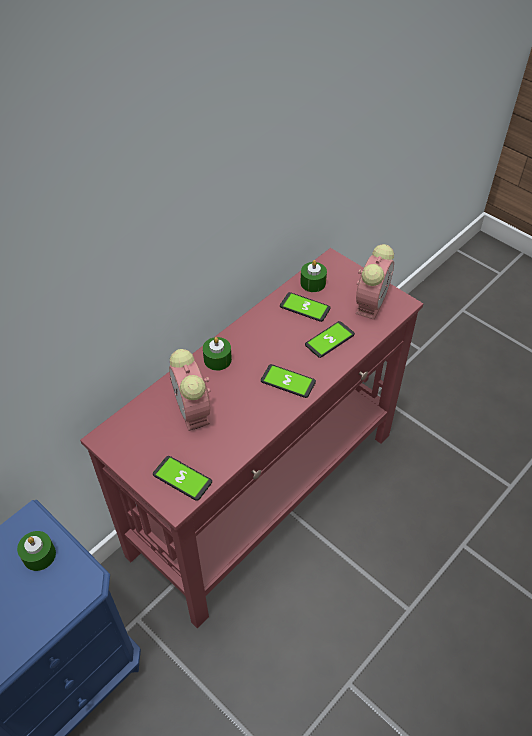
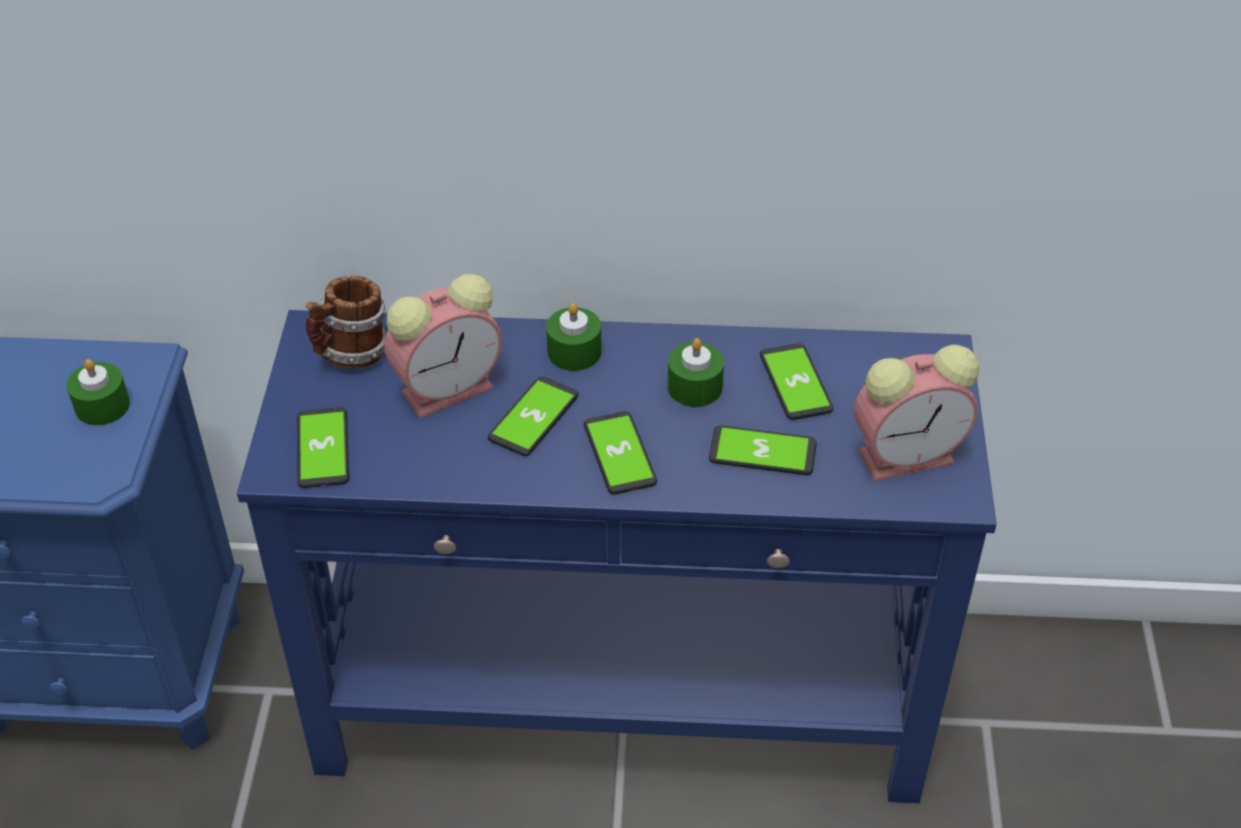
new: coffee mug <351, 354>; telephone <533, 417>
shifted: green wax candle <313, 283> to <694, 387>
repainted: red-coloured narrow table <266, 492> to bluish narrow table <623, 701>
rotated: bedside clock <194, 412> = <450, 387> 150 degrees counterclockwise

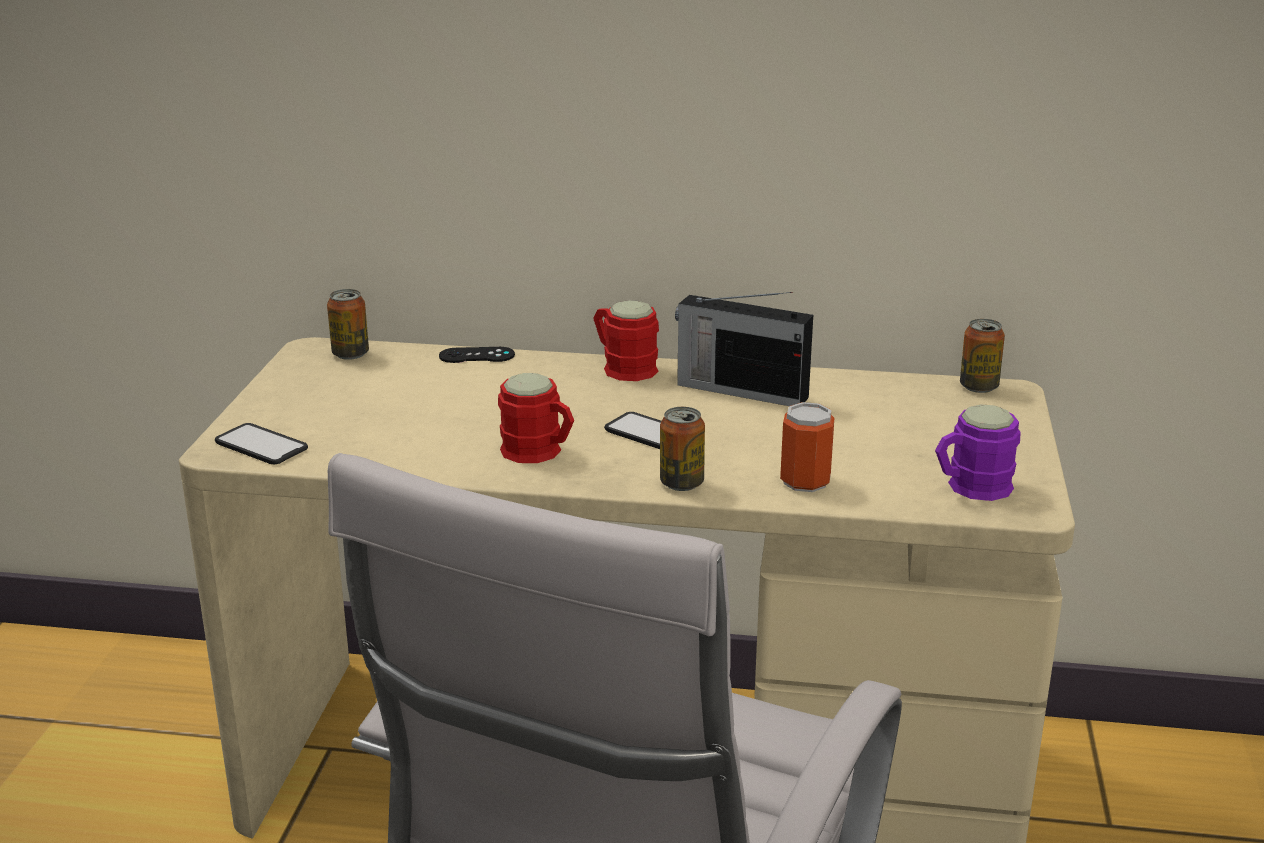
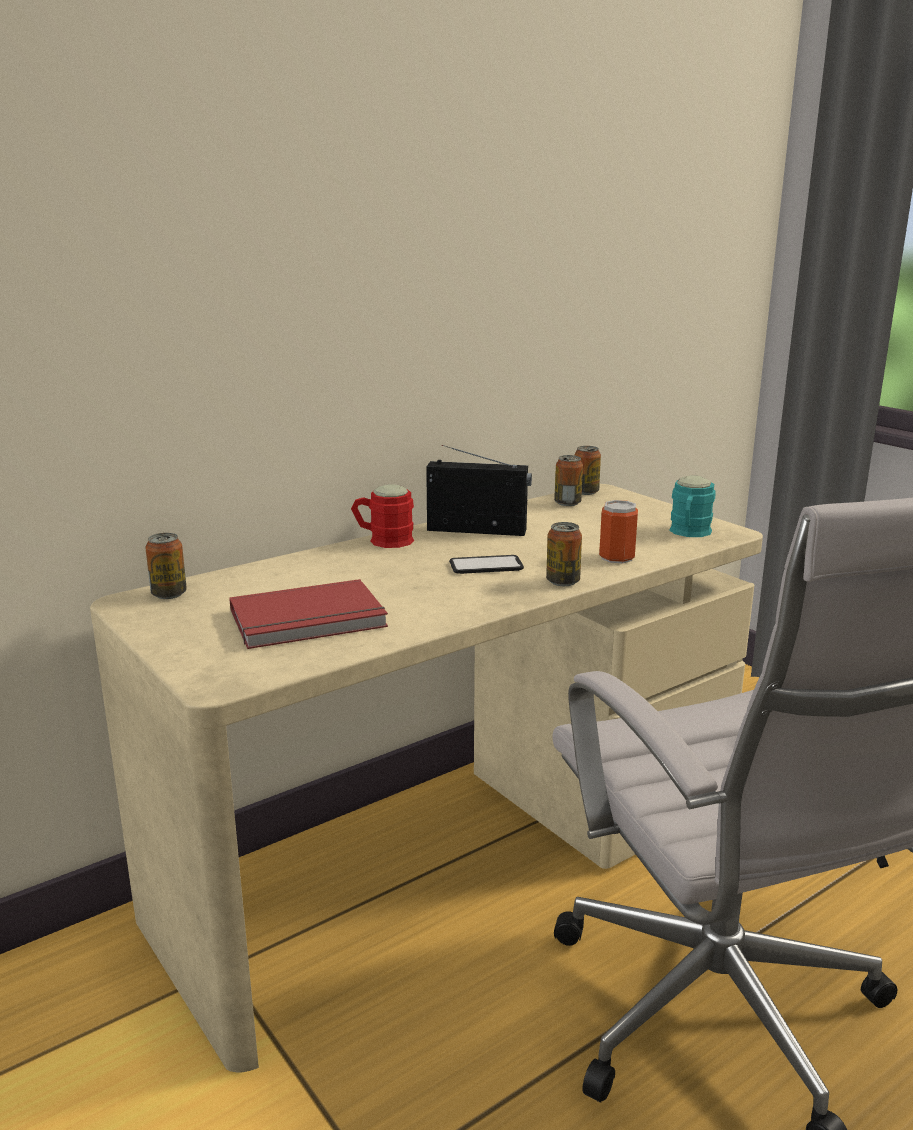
gone: black joypad <476, 355>; red-coloured coffee mug <540, 453>; telephone <261, 445>
new: metal can <567, 503>; red-coloured bound book <309, 620>
repainted: purplish coffee mug <970, 487> to turquoise coffee mug <689, 533>
rotated: radio <740, 390> = <478, 530> 150 degrees counterclockwise

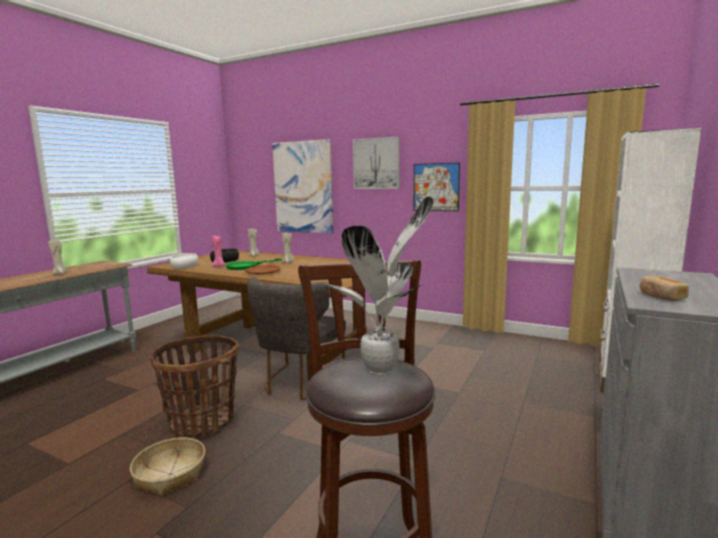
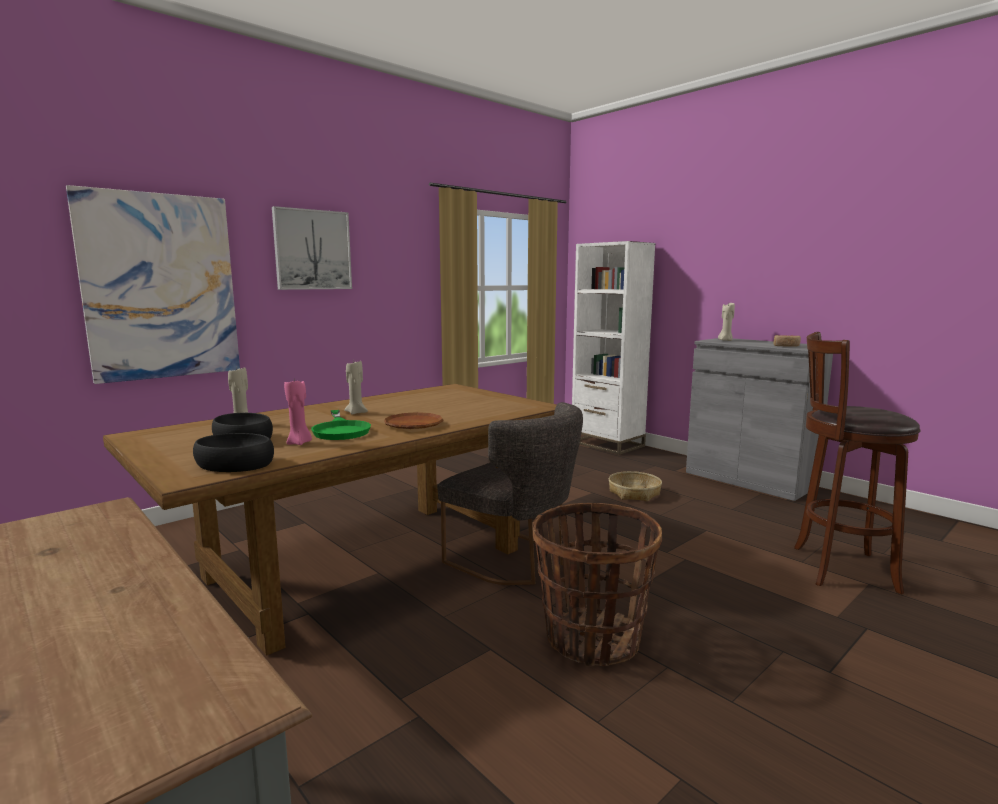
gone: wall picture <436, 187>; potted plant <383, 369>
shifted: sand-coloured wax candle <60, 273> to <725, 340>; basket <170, 474> to <634, 493>
repainted: whitish bowl <184, 266> to black bowl <234, 464>

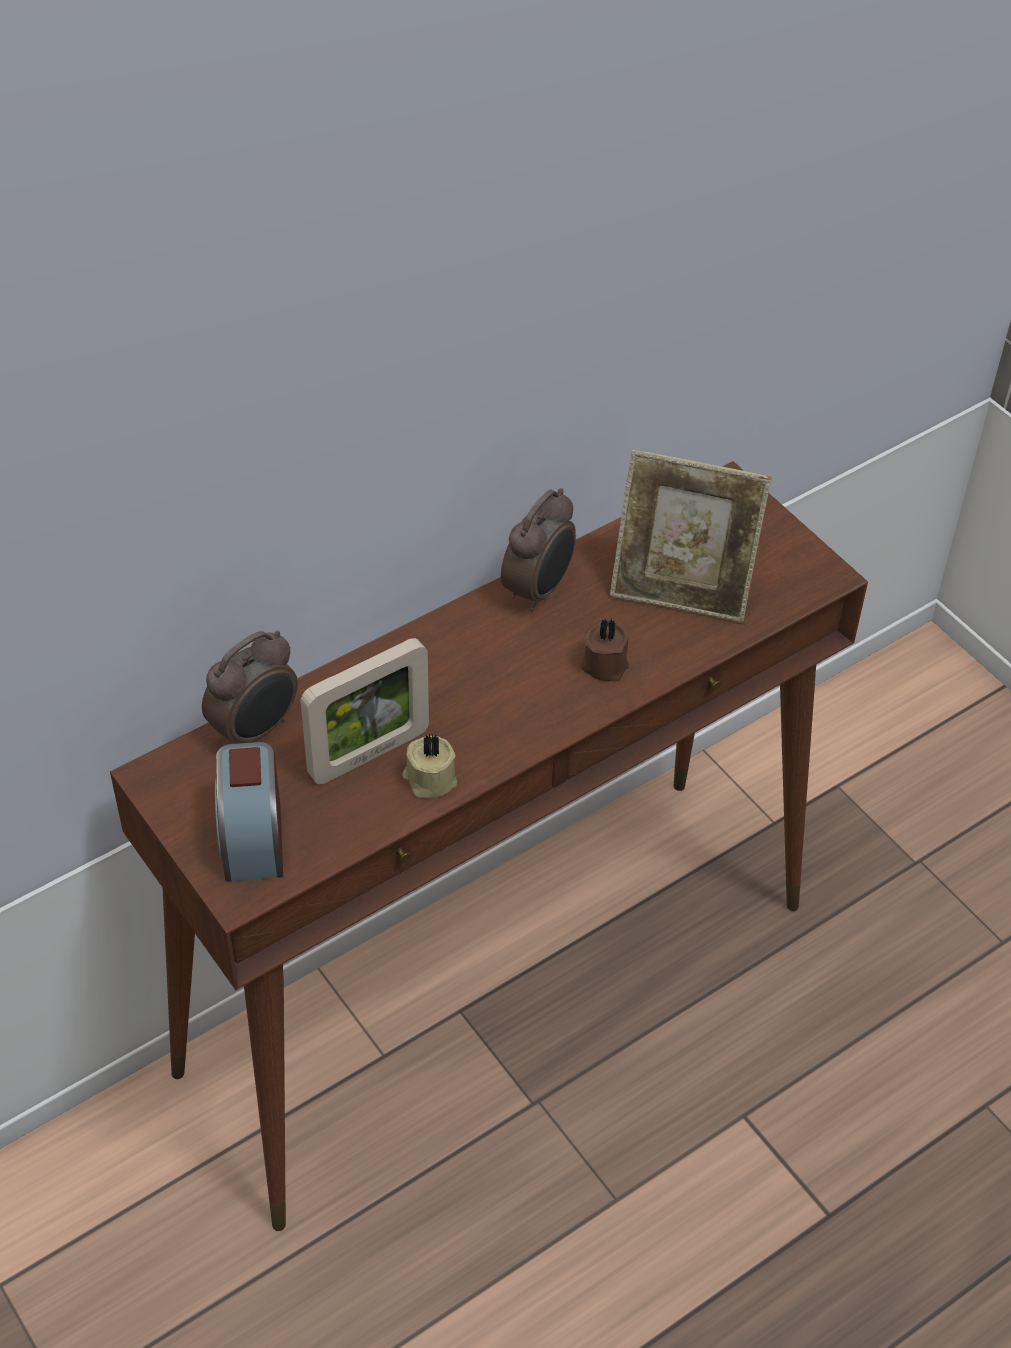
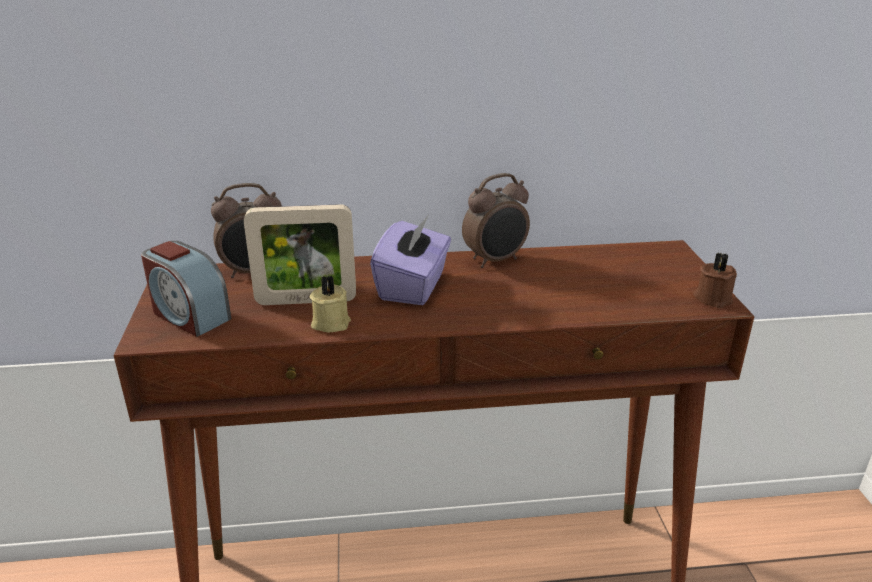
gone: photo frame <681, 591>
new: purplish tissue holder <413, 286>
shifted: brown-coloured wax candle <604, 663> to <713, 298>
rotated: bedside clock <252, 837> = <189, 315> 75 degrees counterclockwise

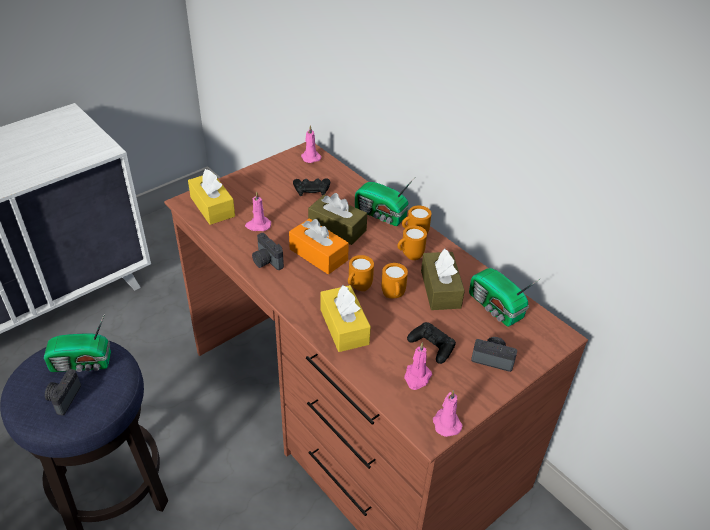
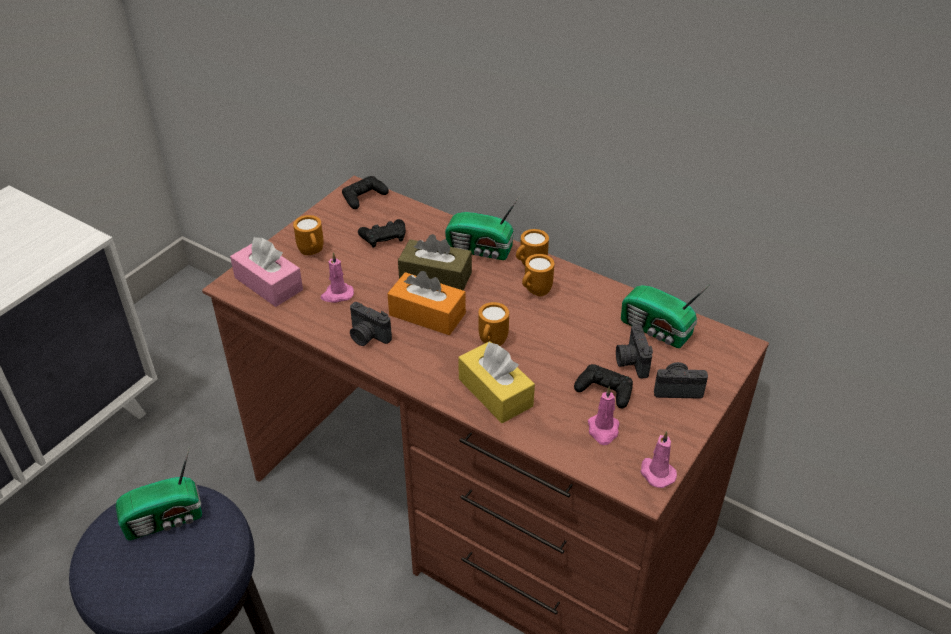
gone: brown-coloured tissue holder <440, 289>
shifted: orange coffee mug <393, 296> to <312, 253>; photo camera <63, 398> to <631, 362>
swapped: pinkish wax candle <310, 157> to black joypad <364, 197>
repainted: yellow-coloured tissue holder <212, 207> to pinkish tissue holder <268, 284>

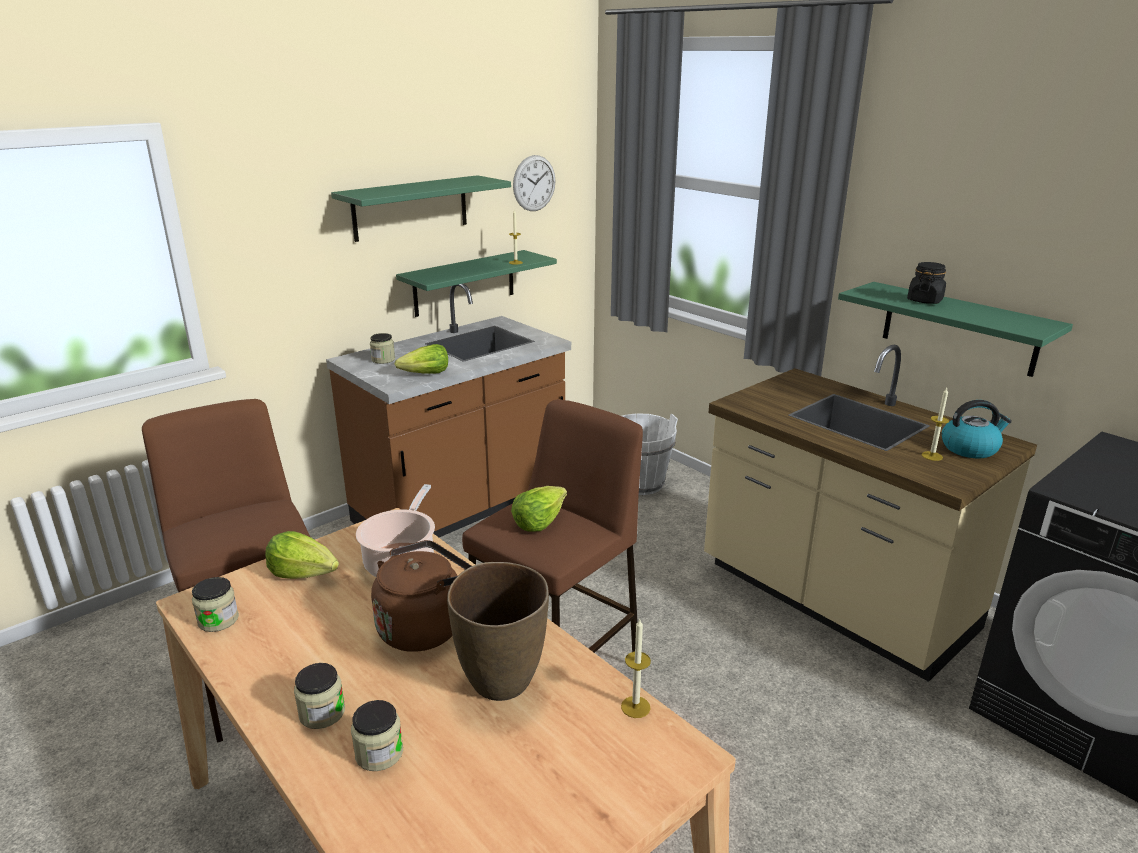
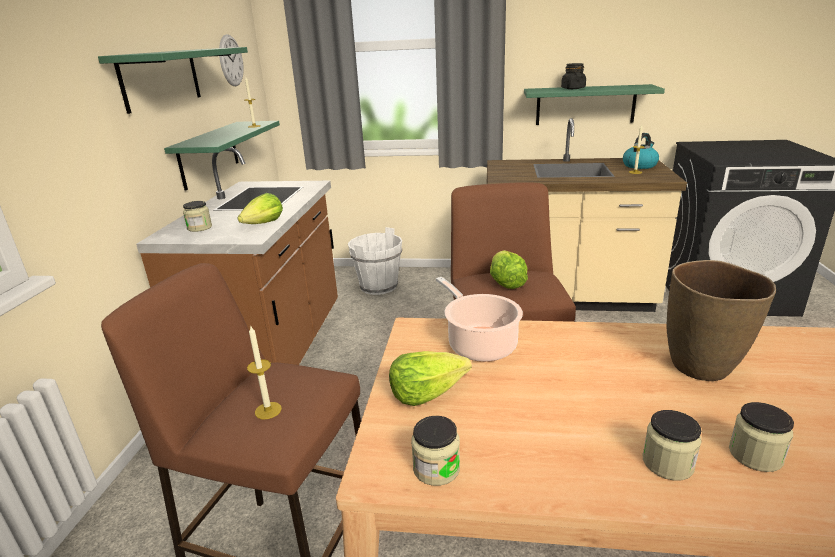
gone: brown-coloured tea kettle <424, 626>
shifted: wax candle <635, 707> to <268, 410>

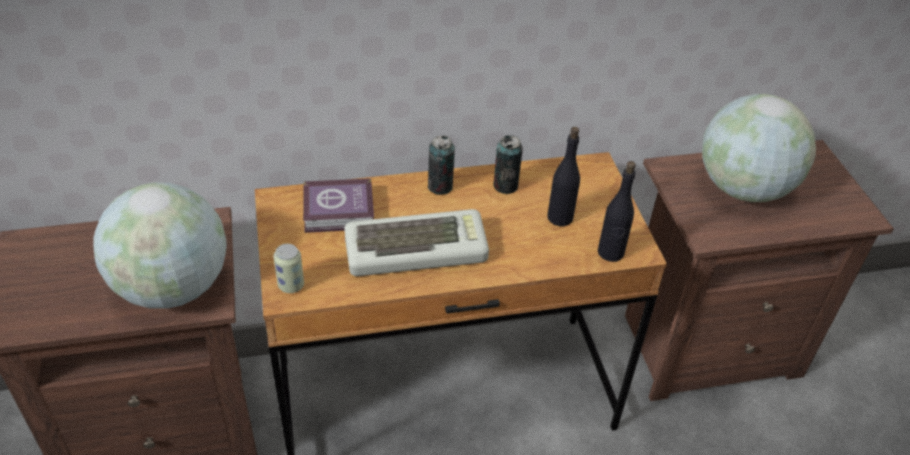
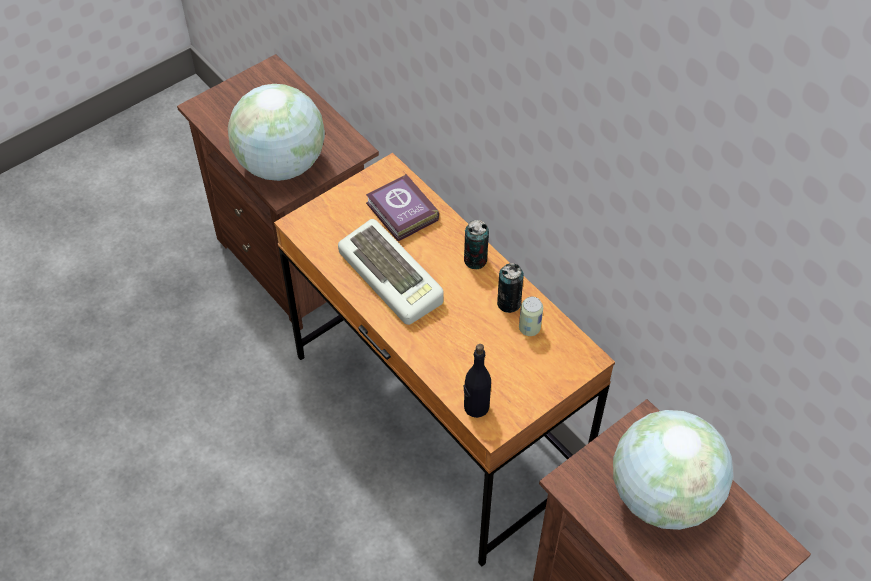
gone: black bottle <560, 217>
shifted: metal can <291, 285> to <529, 328>

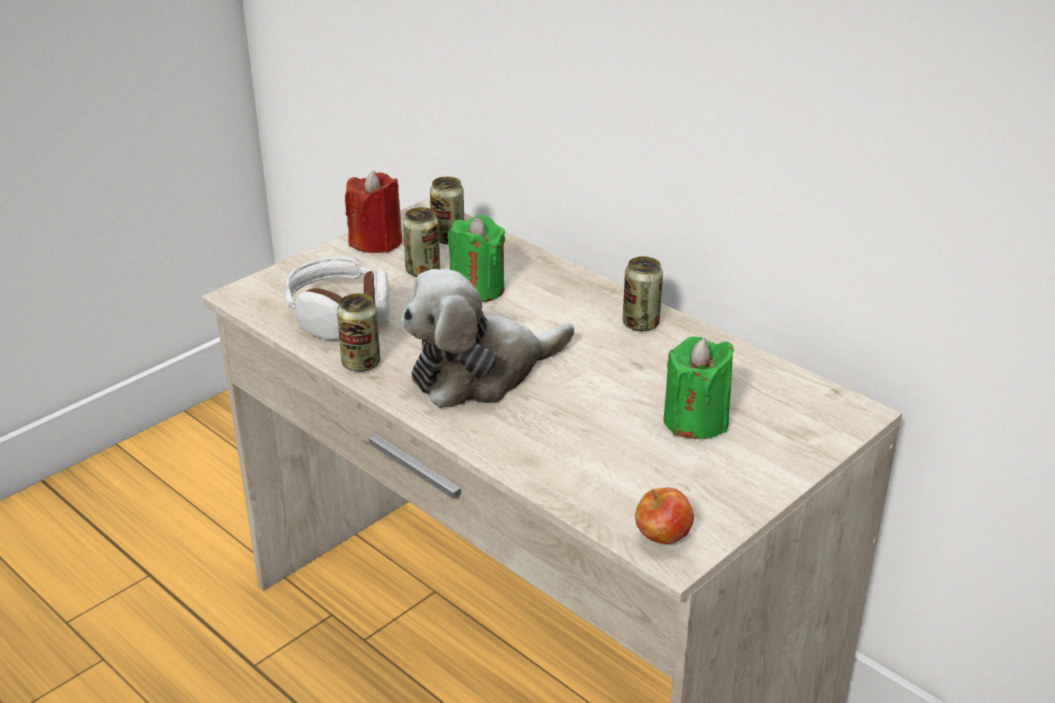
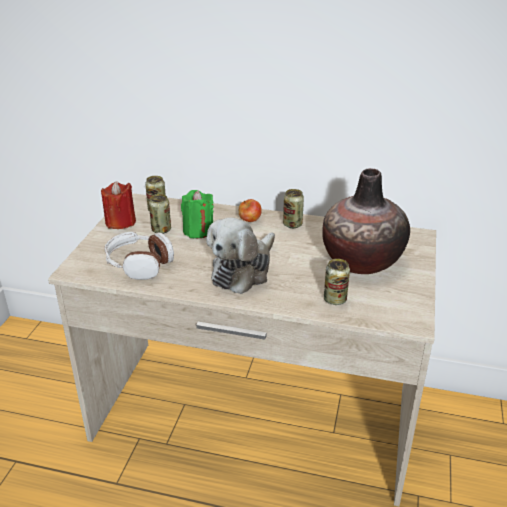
shifted: metal can <361, 363> to <335, 299>; apple fruit <662, 538> to <250, 221>
swapped: green wax candle <695, 421> to vase <361, 260>

